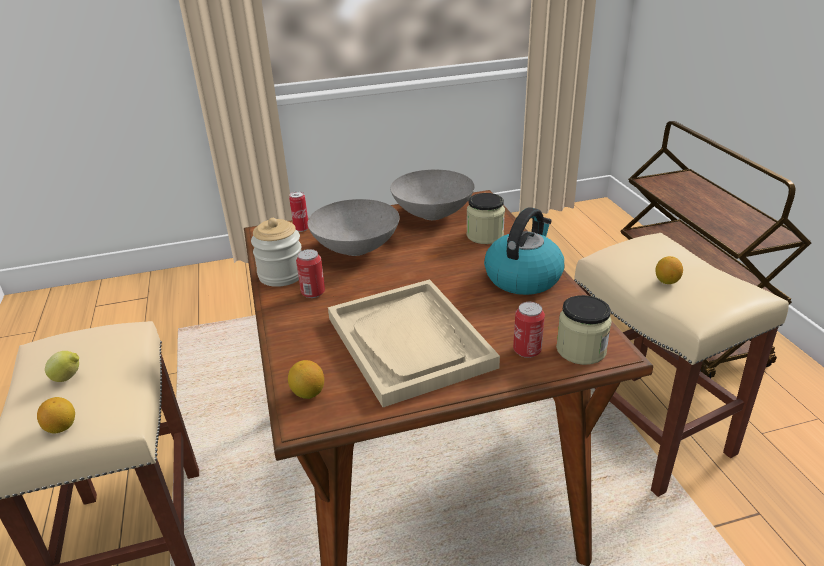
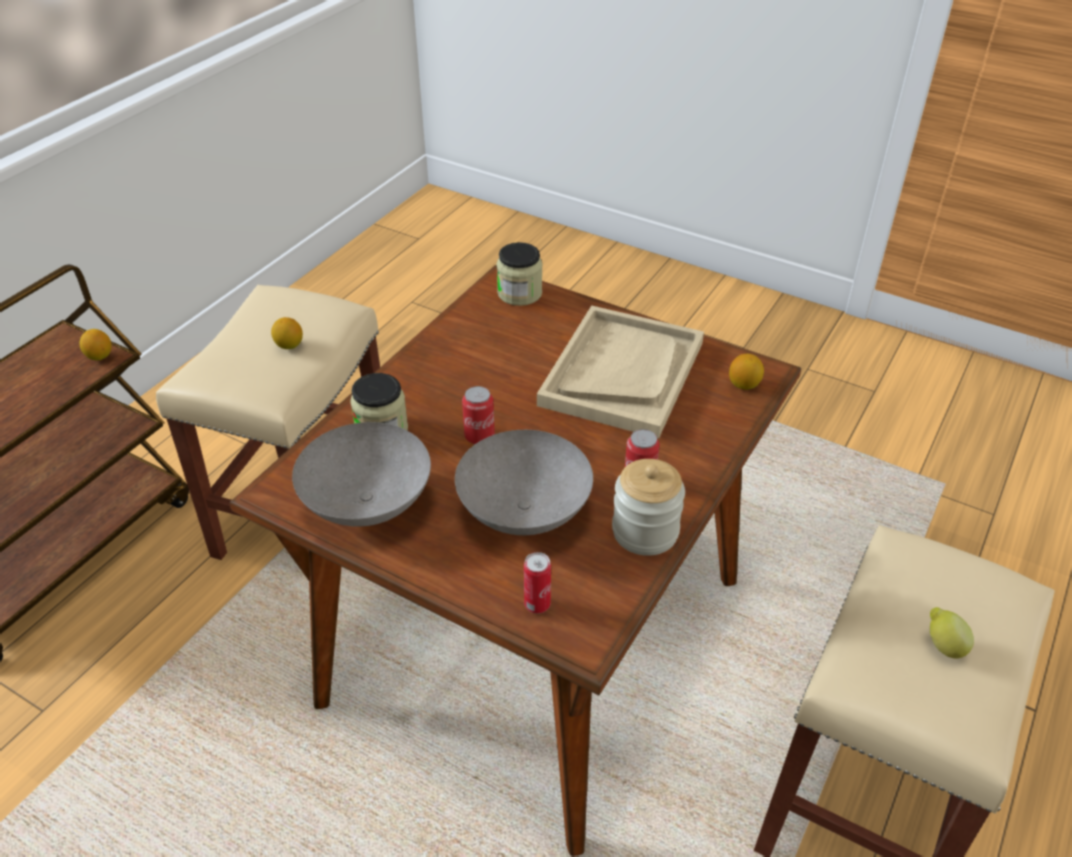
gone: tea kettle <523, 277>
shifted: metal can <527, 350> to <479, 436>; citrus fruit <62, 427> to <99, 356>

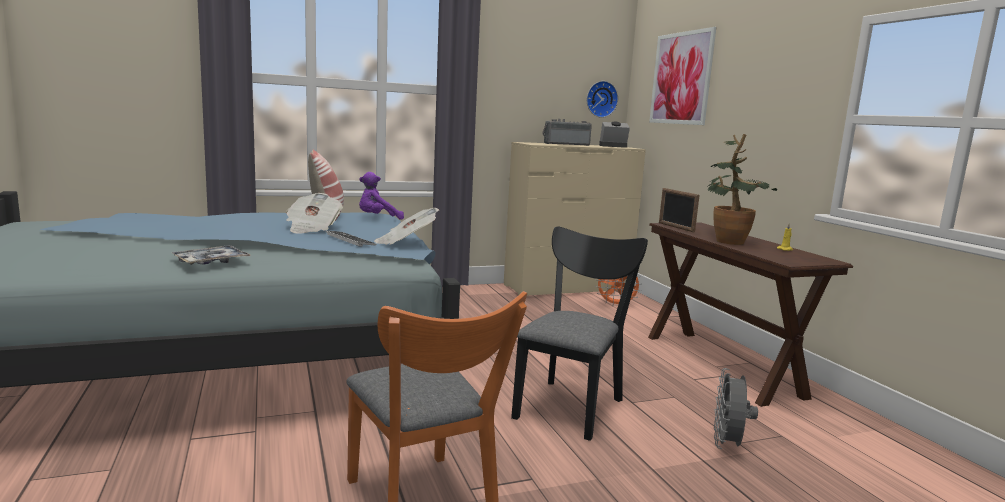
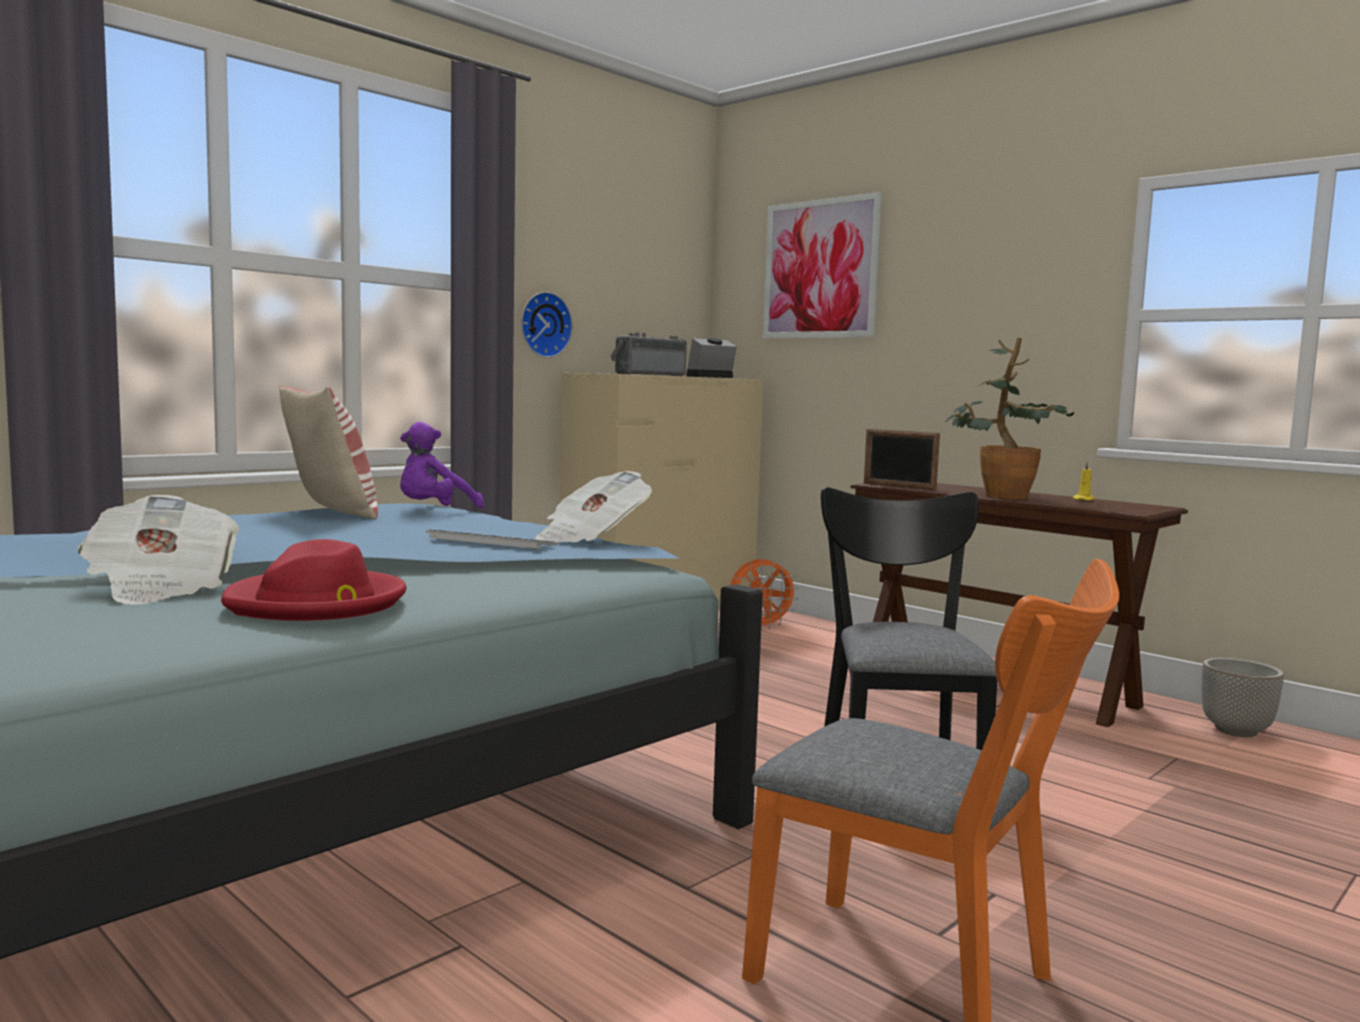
gone: gray fan <727, 445>
new: planter <1237, 731>
shifted: hanging clock <601, 99> to <543, 325>; printed paper <312, 228> to <160, 588>
swapped: tray <211, 262> to red-coloured clothing hat <317, 603>

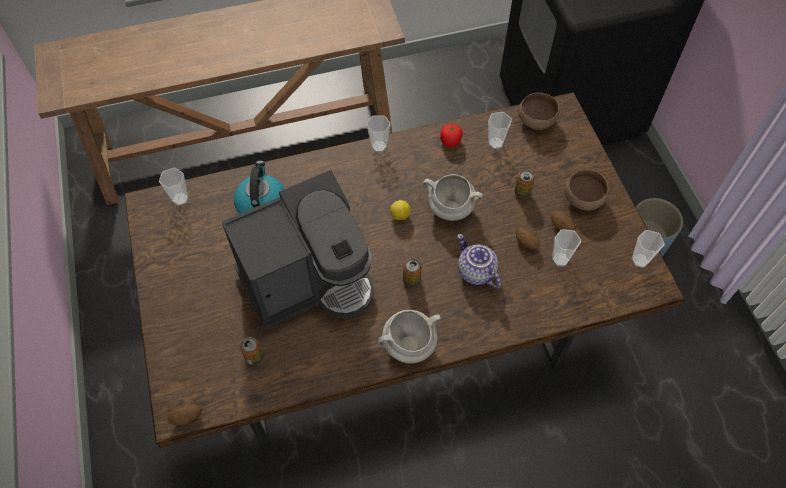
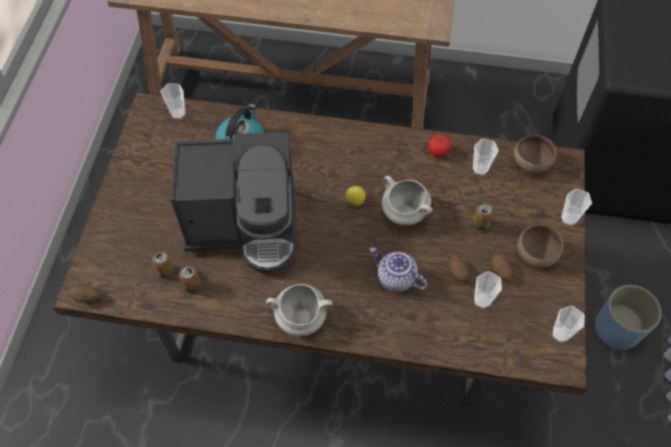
shifted: cup <379, 146> to <569, 219>; metal can <411, 280> to <192, 286>
rotated: tea pot <475, 272> = <395, 279> 45 degrees counterclockwise

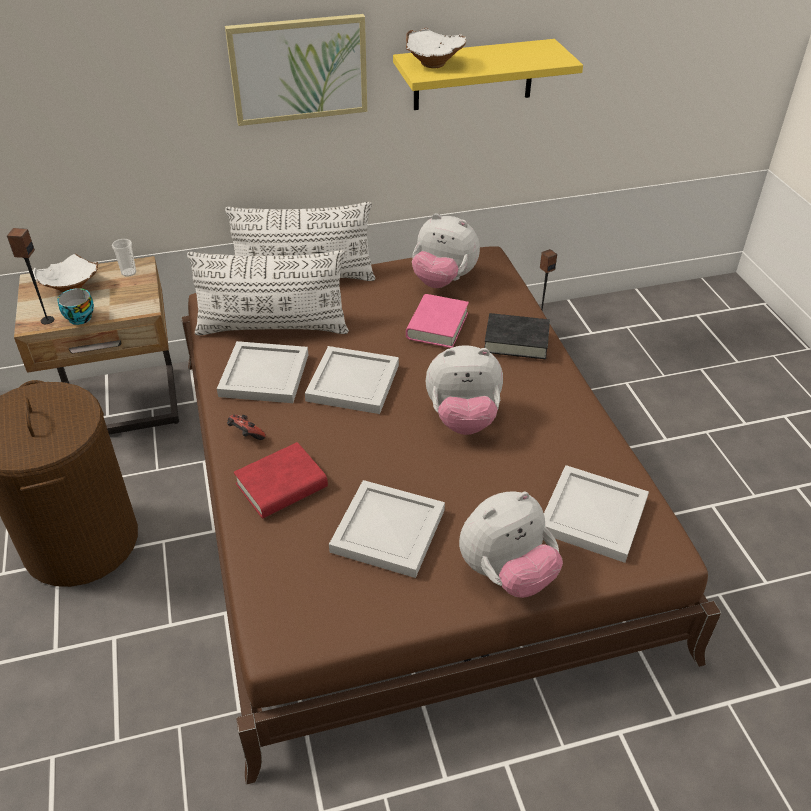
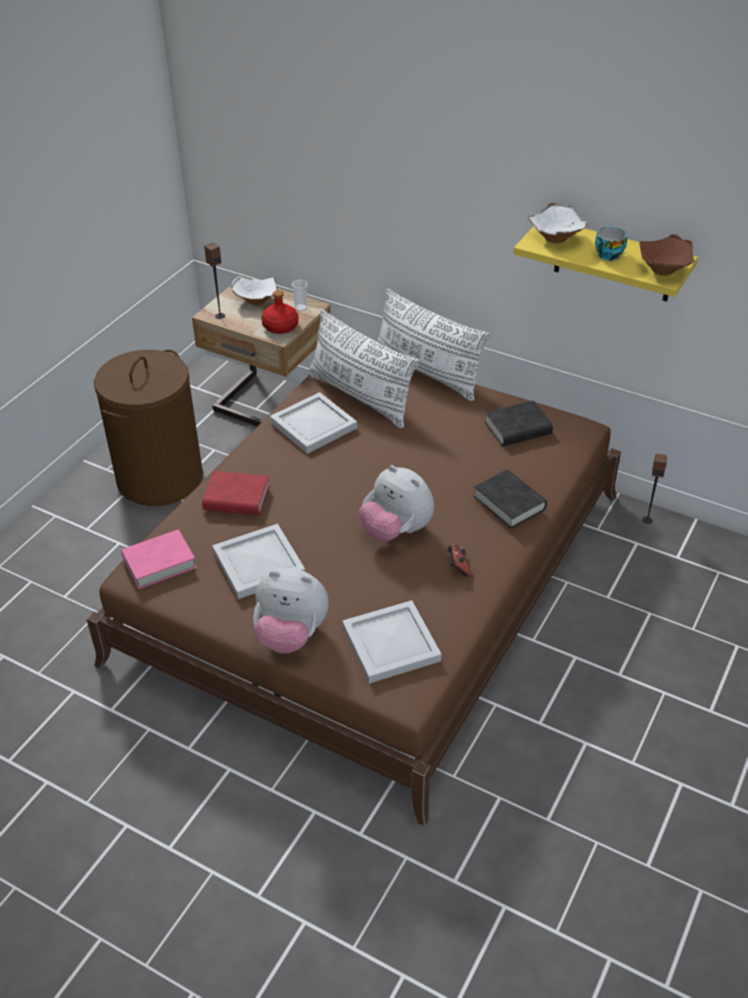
gone: wall picture <298, 69>; whitish tray <354, 382>
new: brown-coloured bowl <665, 270>; red-coloured bottle <281, 326>
shifted: cup <79, 317> to <608, 254>; pinkish bound book <437, 326> to <159, 563>; joypad <246, 435> to <458, 566>
swapped: soft toy <443, 281> to black bound book <518, 428>

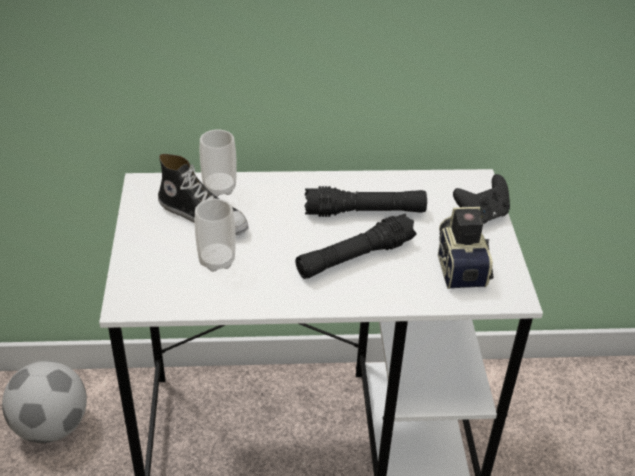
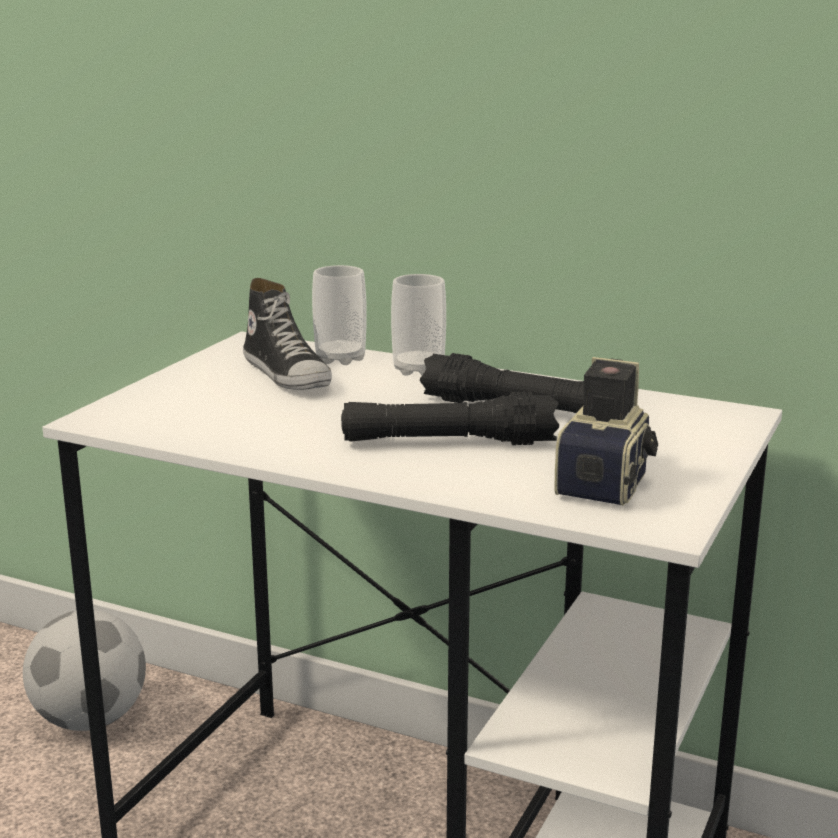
gone: black joypad <481, 215>
shifted: cup <216, 261> to <418, 369>

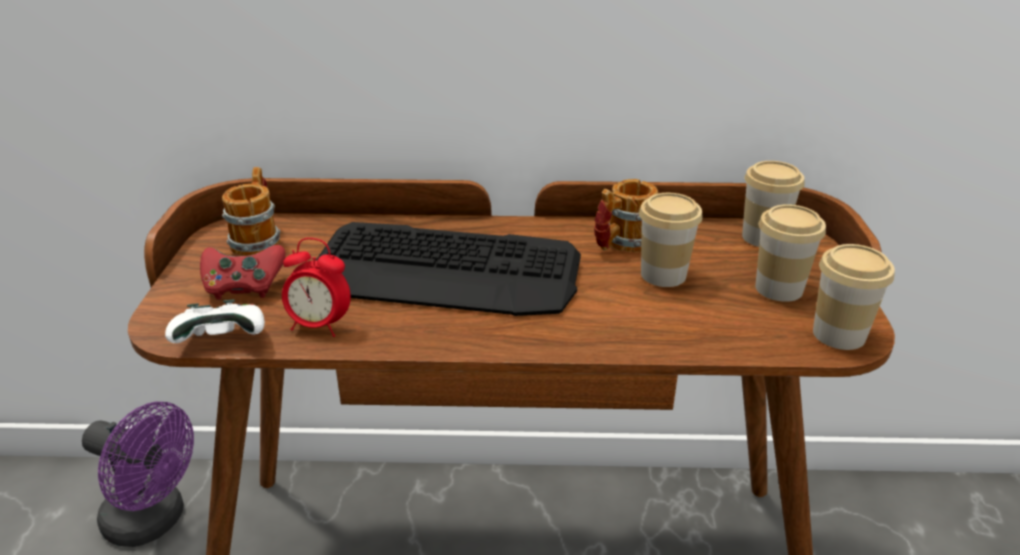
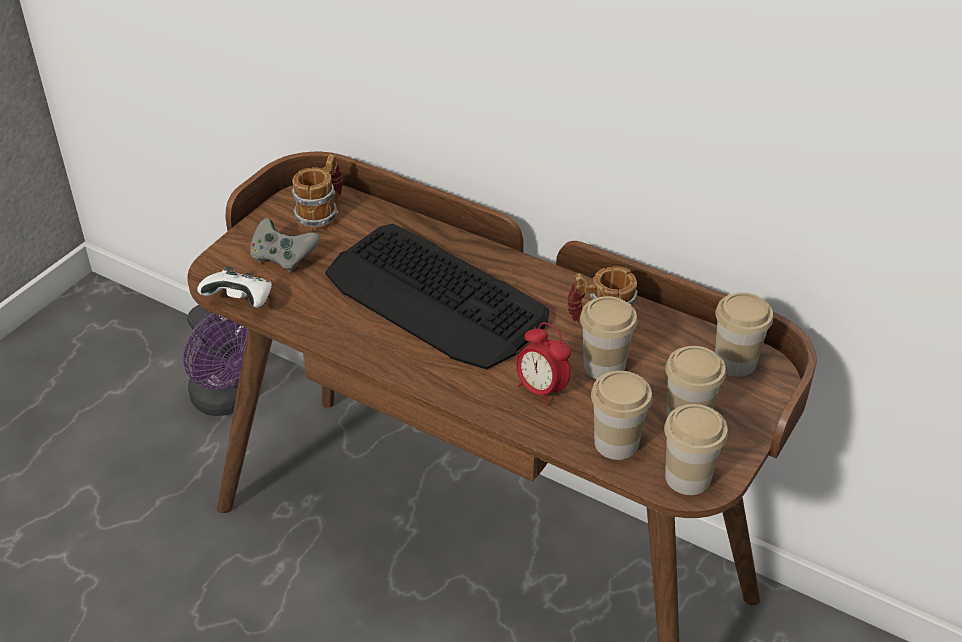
new: cup <616, 443>
shifted: bedside clock <319, 326> to <541, 390>
repainted: red-coloured joypad <244, 288> to gray joypad <283, 258>

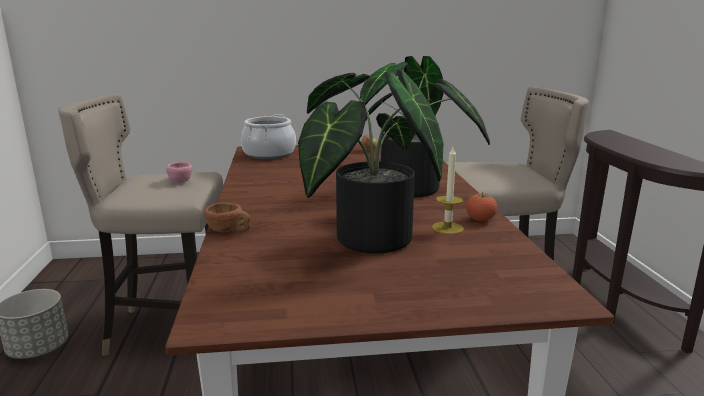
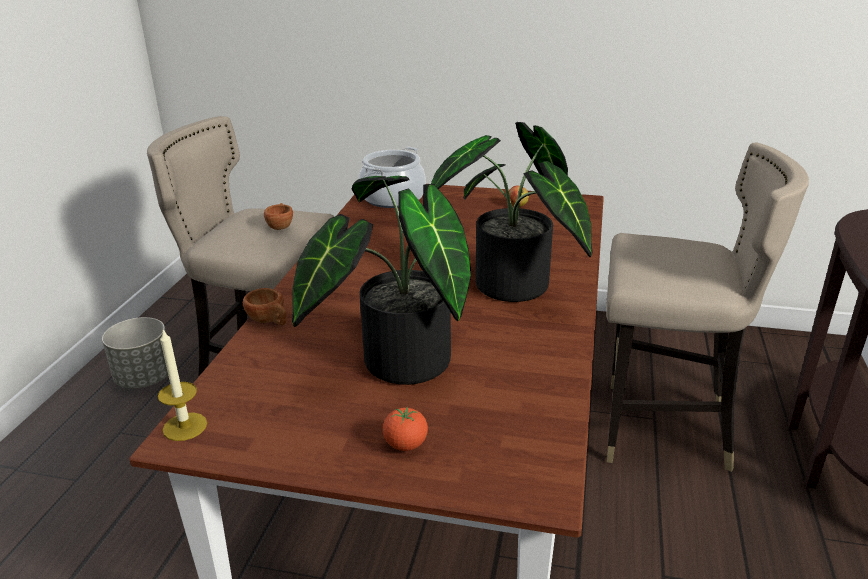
shifted: wax candle <447, 228> to <185, 426>; fresh tomato <480, 220> to <405, 445>
repainted: pinkish cup <180, 180> to brown-coloured cup <280, 226>

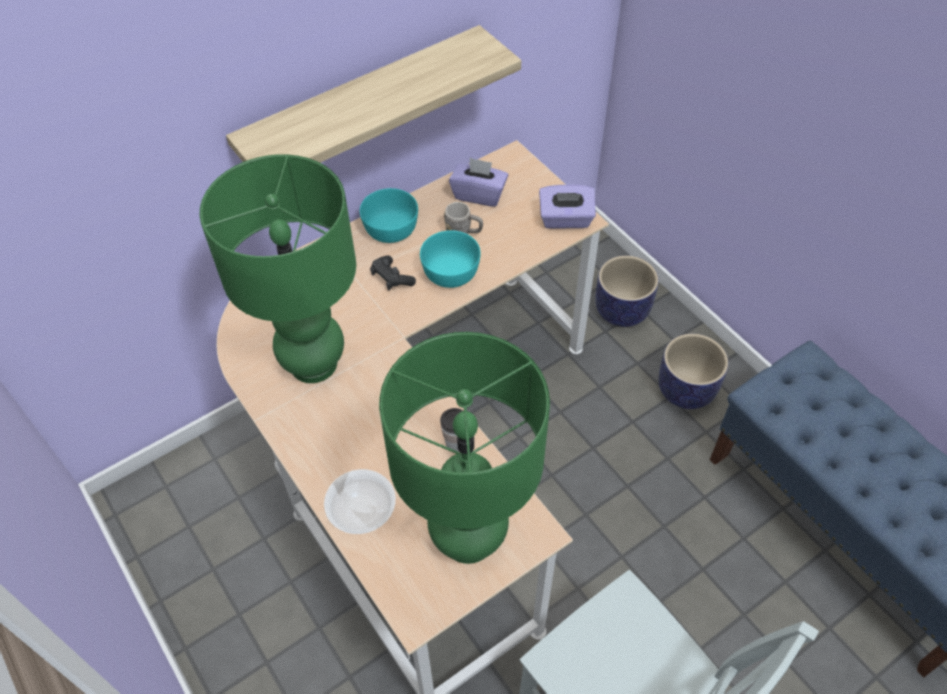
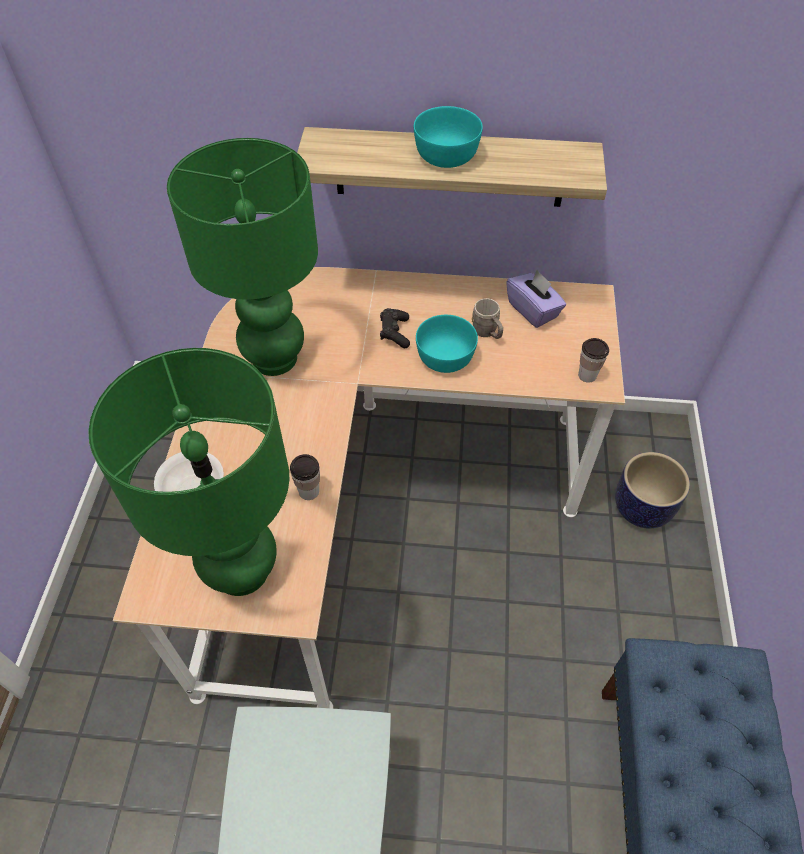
gone: planter <686, 391>
shifted: turquoise bowl <390, 229> to <445, 155>
swapped: purplish tissue holder <565, 220> to cup <587, 375>

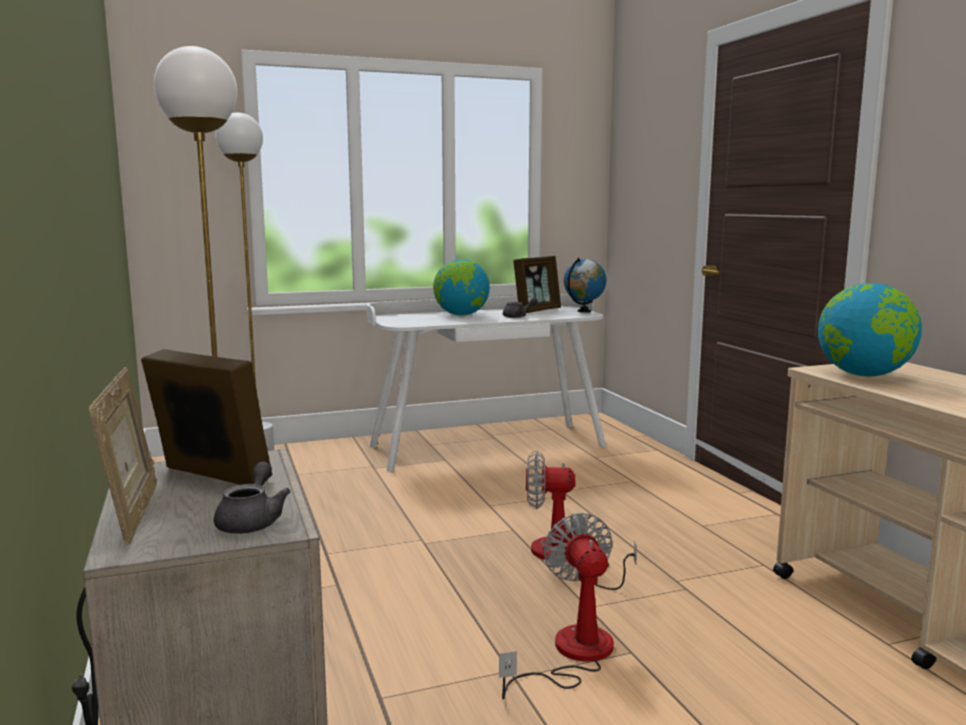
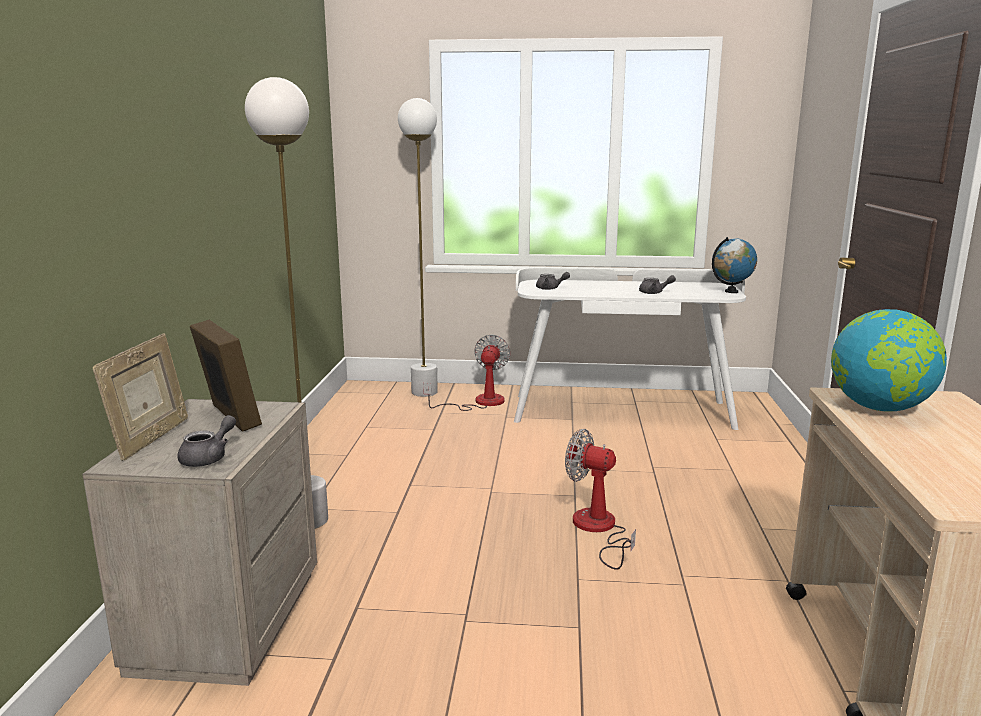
gone: photo frame <537, 311>; world globe <461, 315>
new: gray tea pot <550, 288>
shifted: fan <571, 655> to <479, 402>

